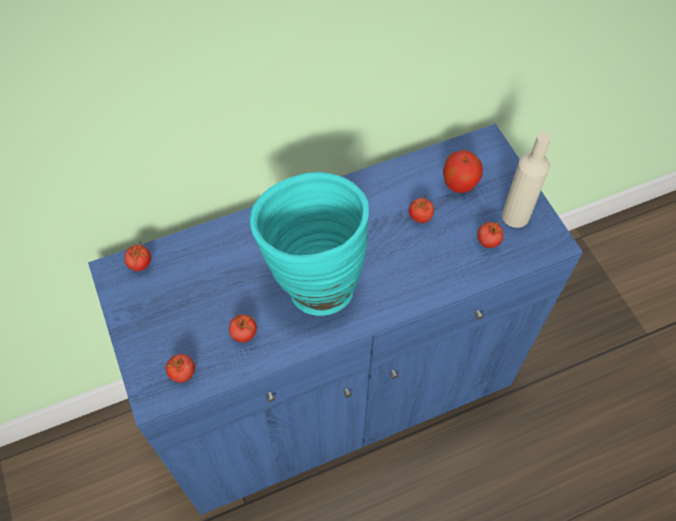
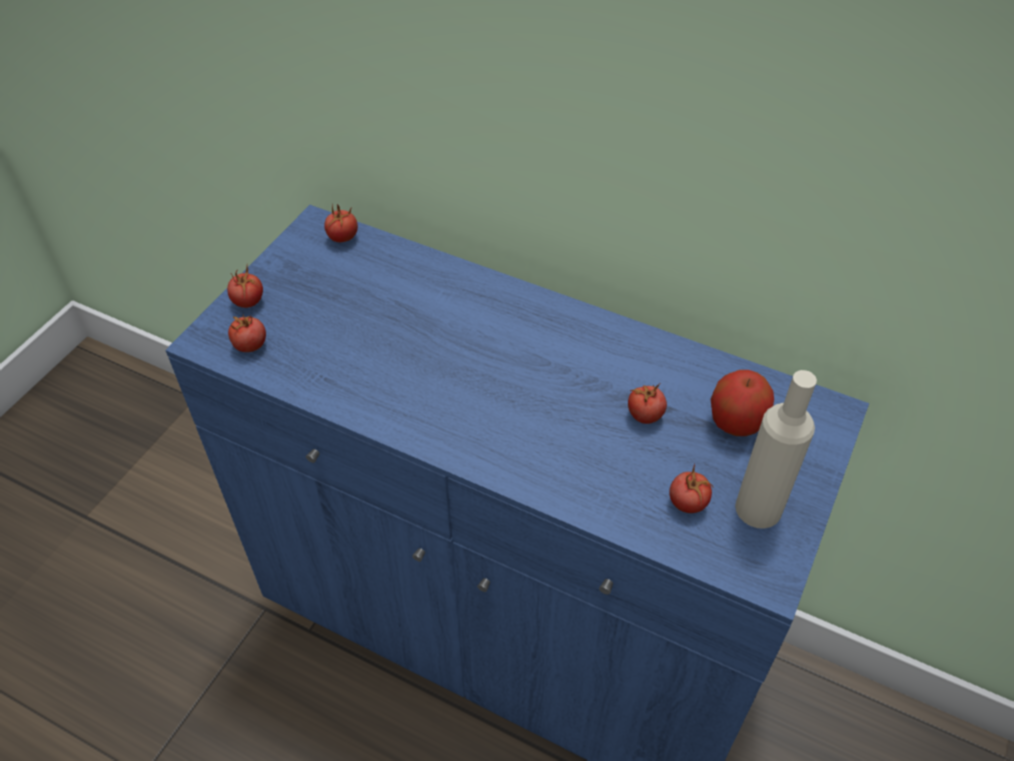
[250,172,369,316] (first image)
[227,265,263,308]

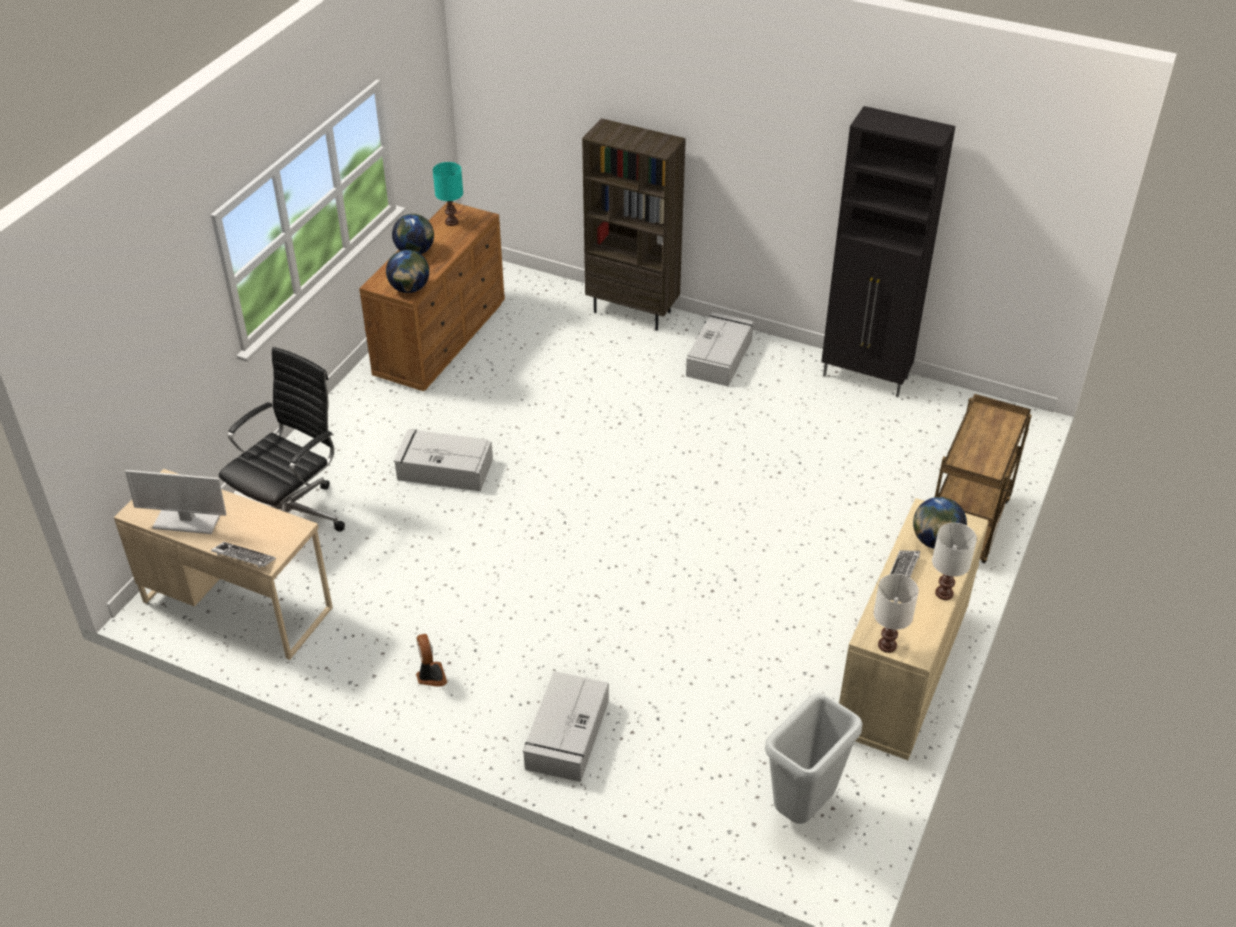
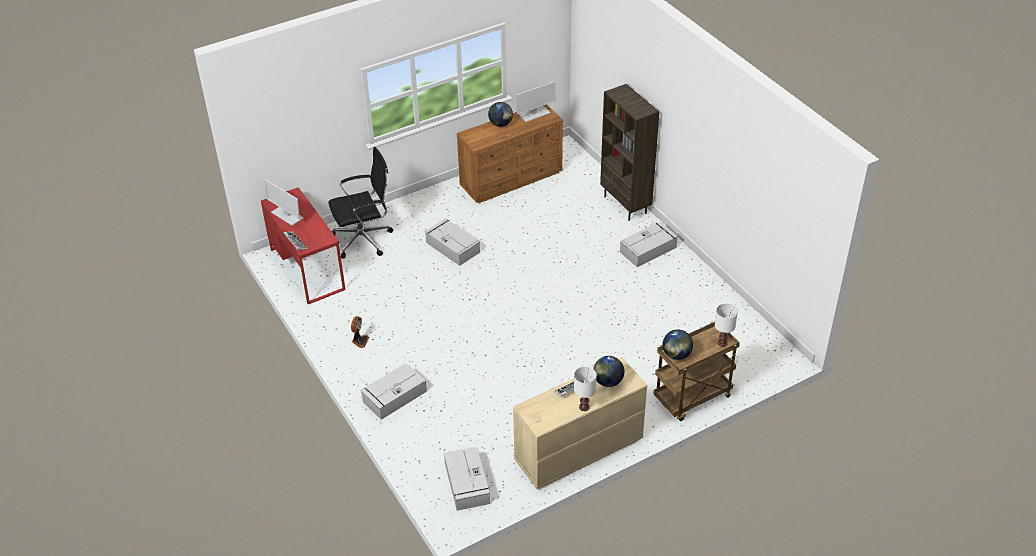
[821,106,955,397] (first image)
[516,81,556,122]
[663,329,693,360]
[261,187,346,304]
[715,304,738,347]
[444,447,490,511]

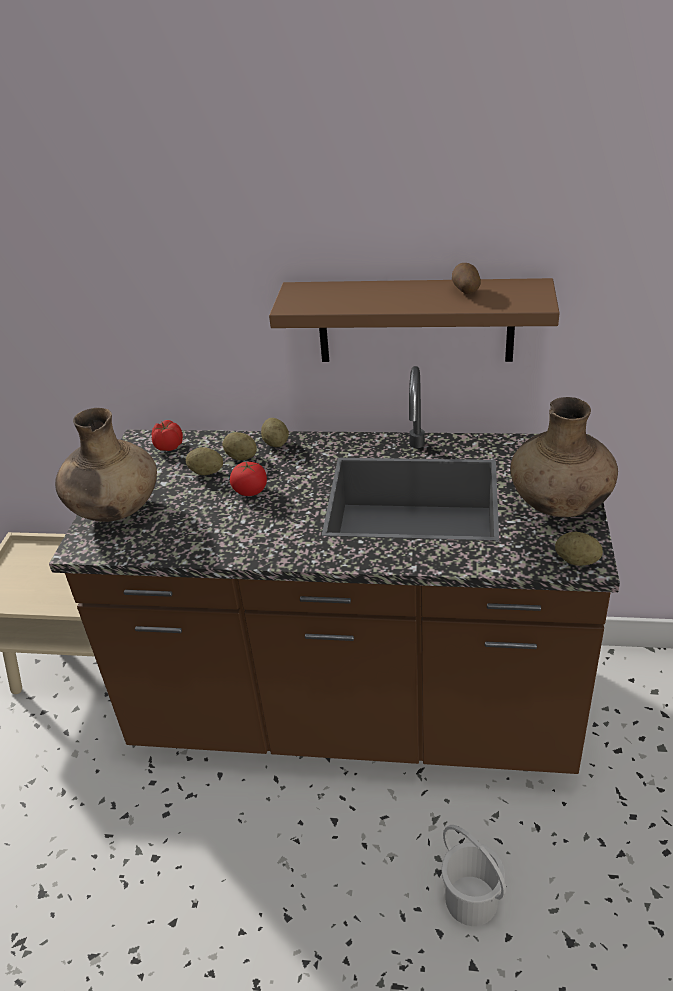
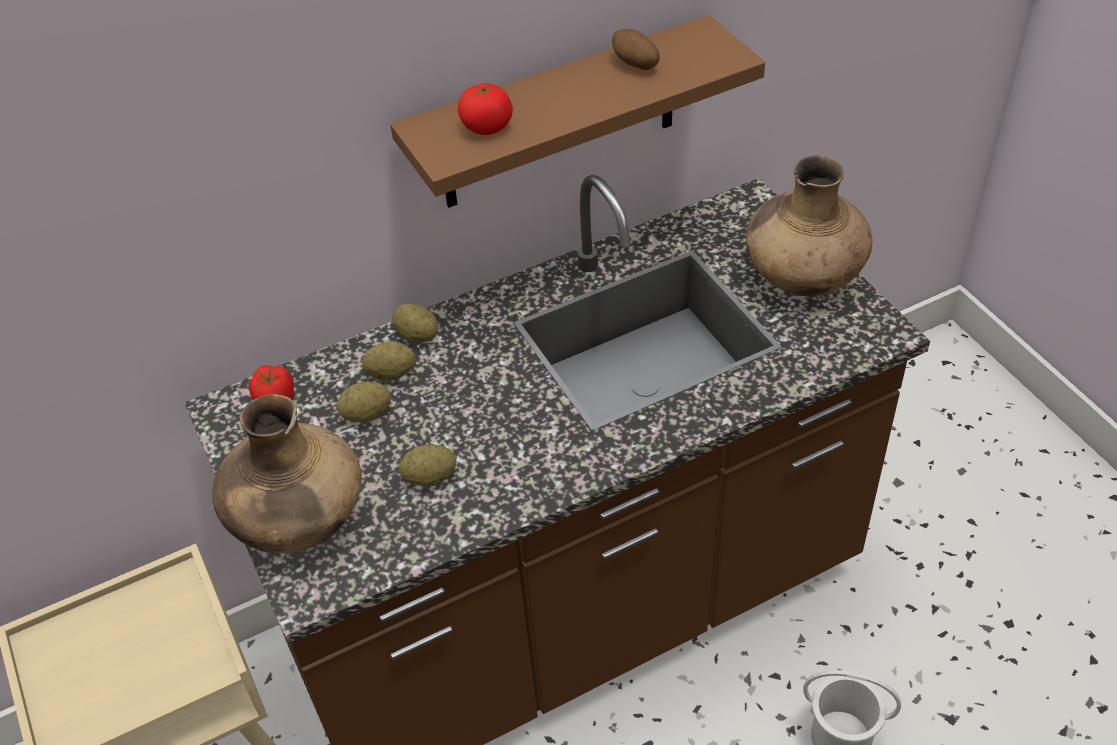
[458,83,513,135]
[399,444,457,487]

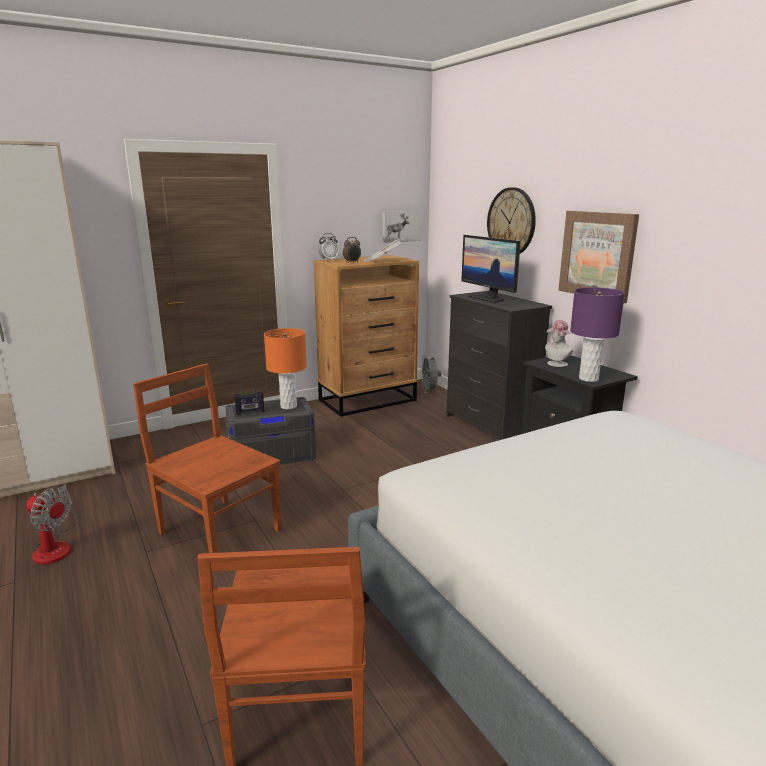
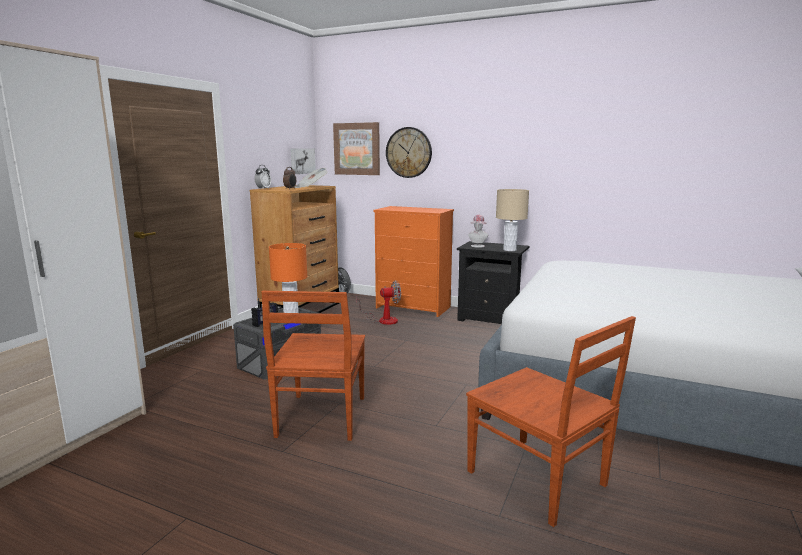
[333,122,380,175]
[461,235,521,303] (first image)
[496,189,529,251]
[374,206,454,317]
[261,291,365,441]
[356,281,401,325]

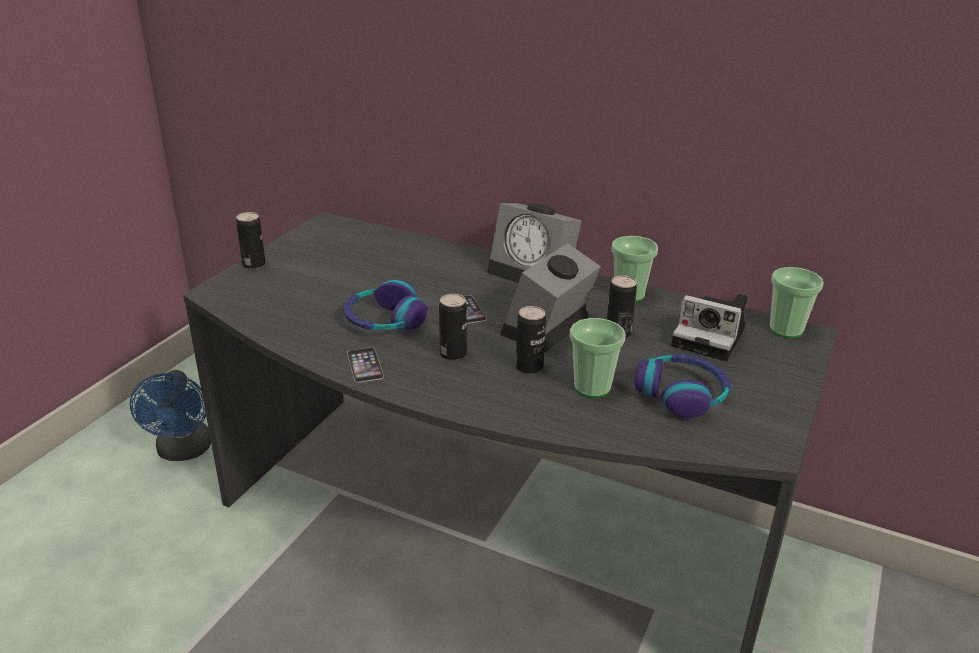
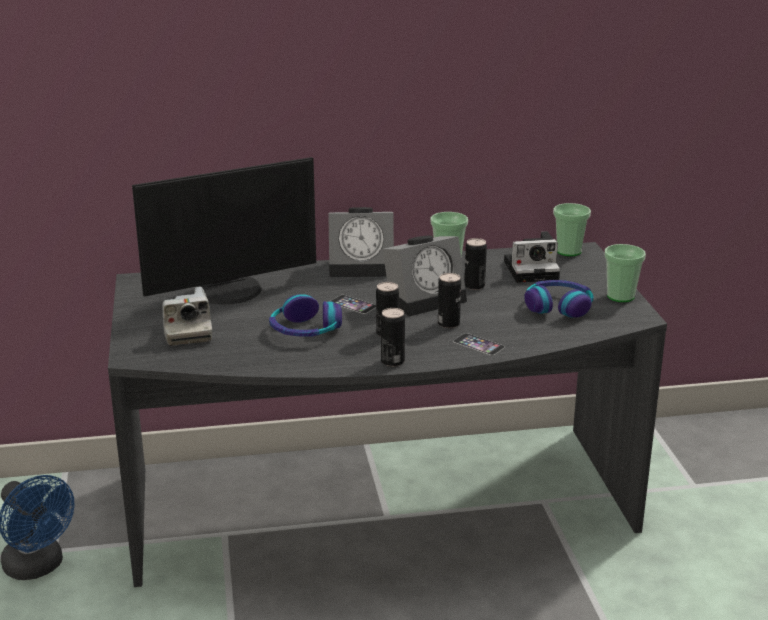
[381,308,405,367]
[383,235,467,317]
[605,244,646,302]
[453,333,505,355]
[132,157,316,304]
[162,287,212,346]

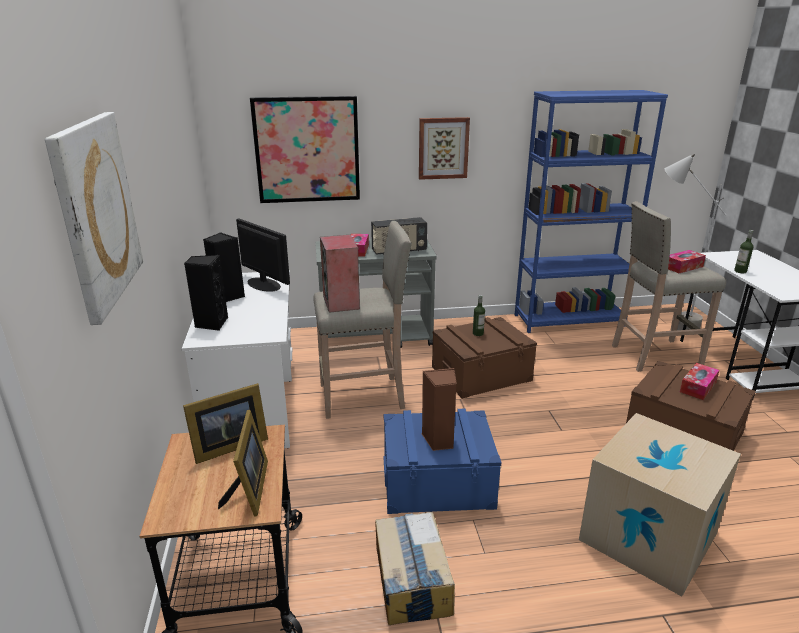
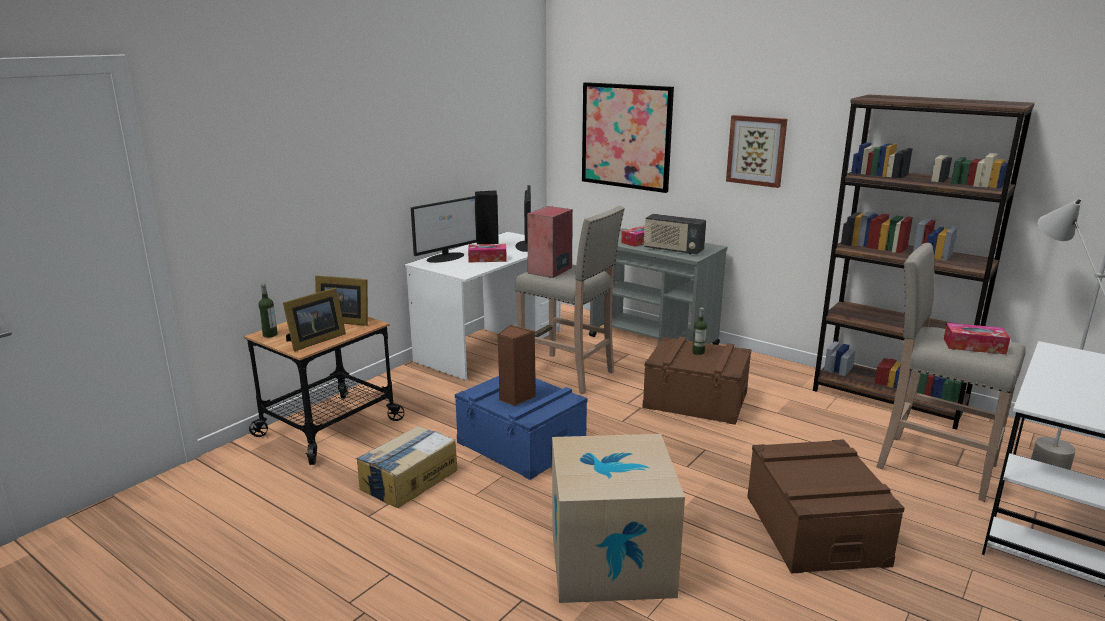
[813,95,1035,430]
[45,112,143,325] (first image)
[258,283,278,337]
[411,196,478,263]
[468,244,507,263]

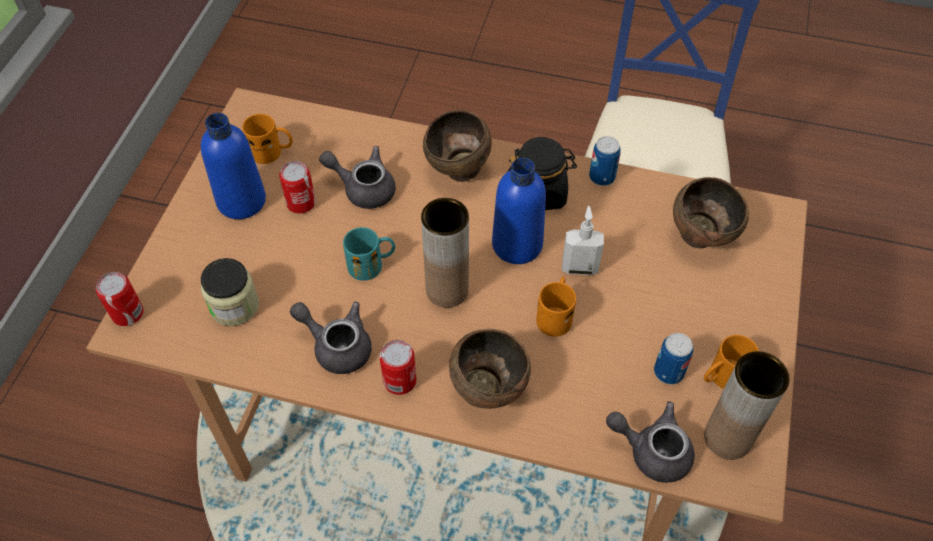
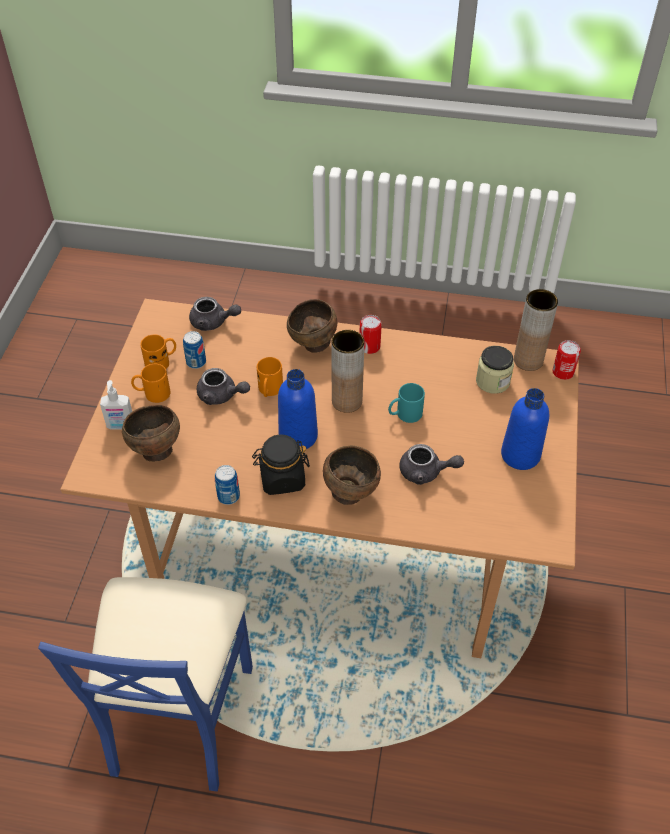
[131,364,170,403]
[279,161,316,214] (first image)
[100,380,132,430]
[197,368,250,405]
[514,289,558,371]

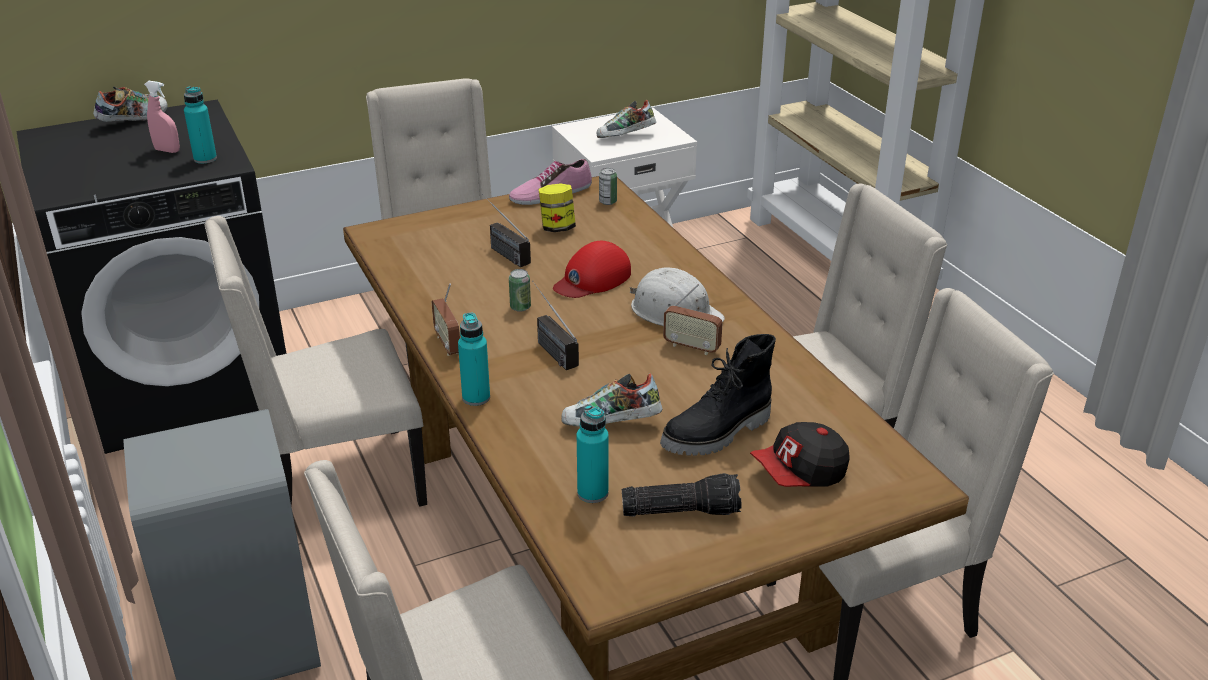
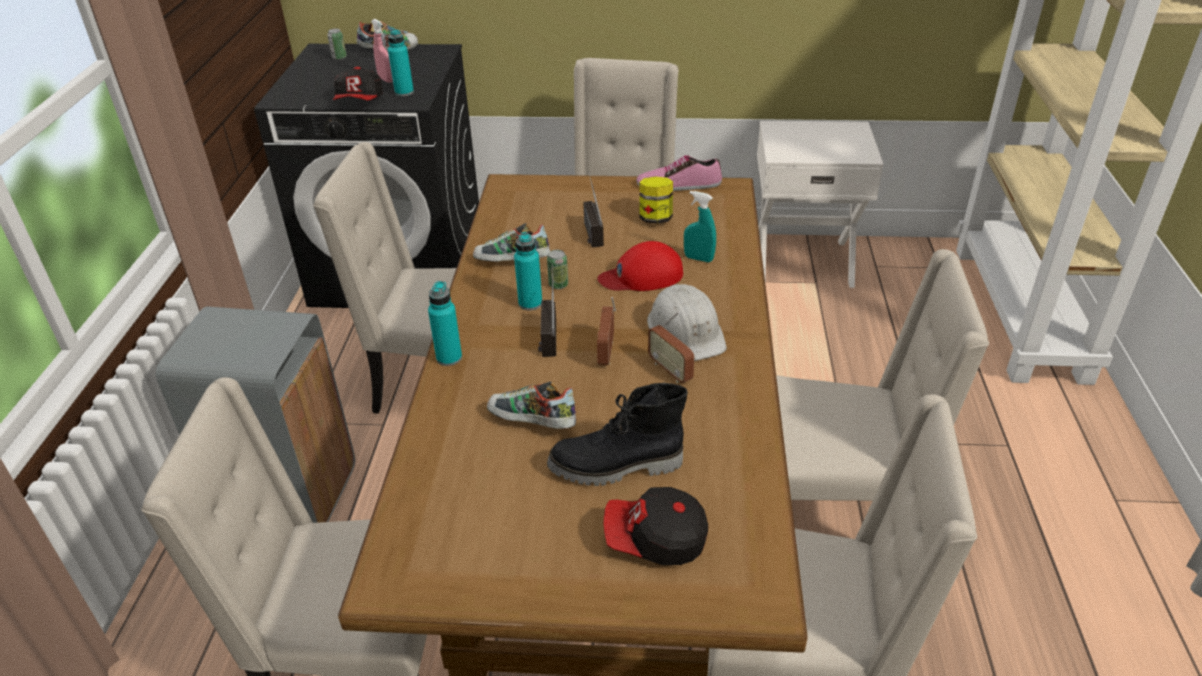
[473,223,550,262]
[327,29,347,60]
[597,297,616,365]
[514,232,542,310]
[622,473,741,517] (first image)
[333,67,382,100]
[684,191,716,262]

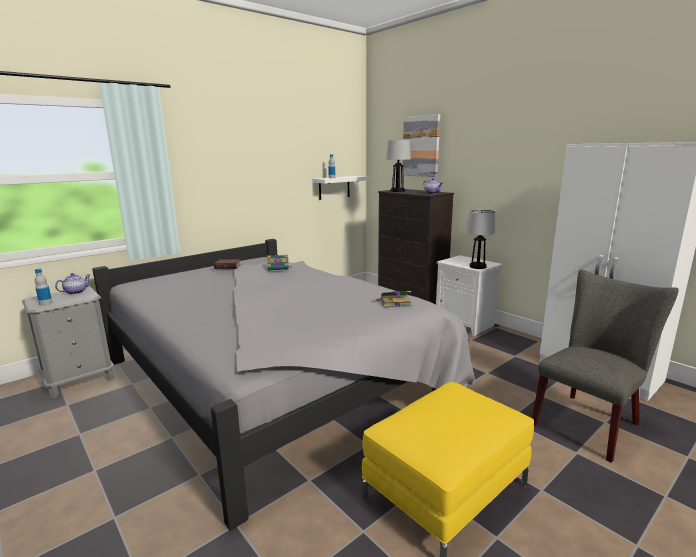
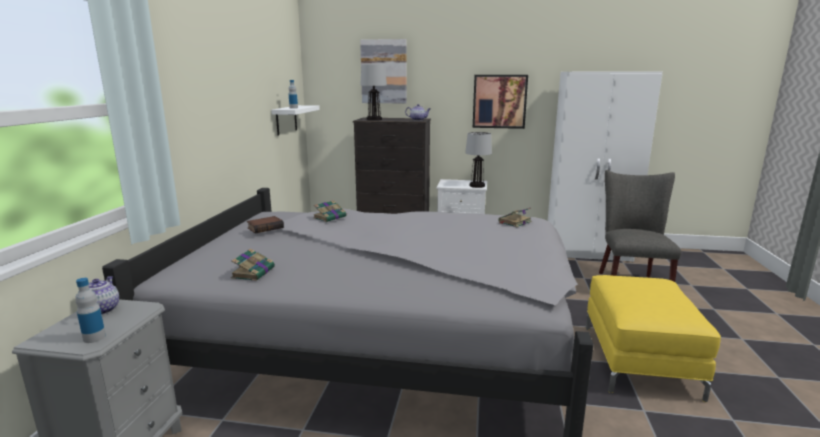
[473,75,528,129]
[231,248,275,281]

